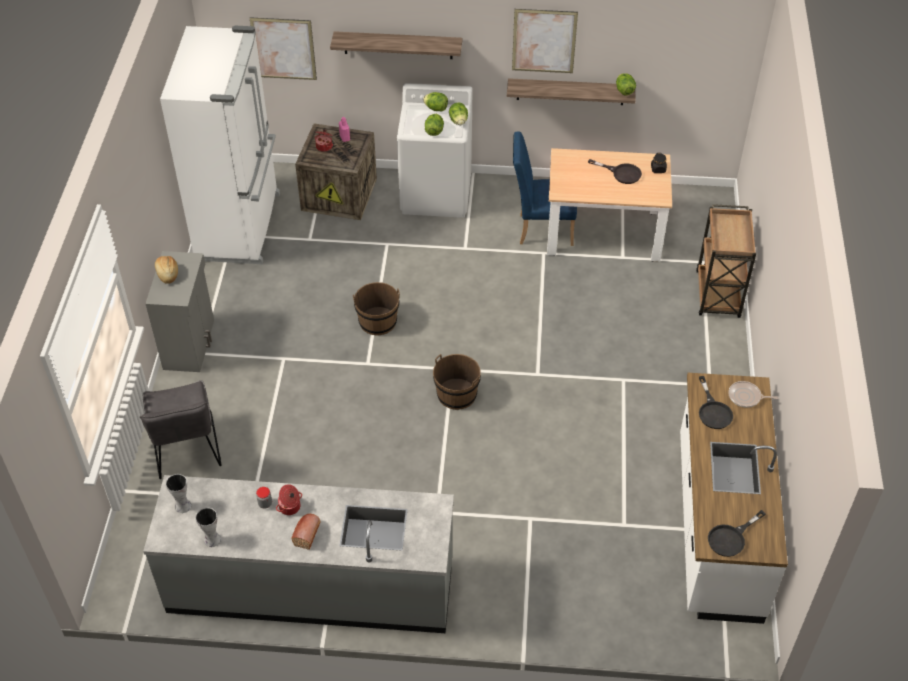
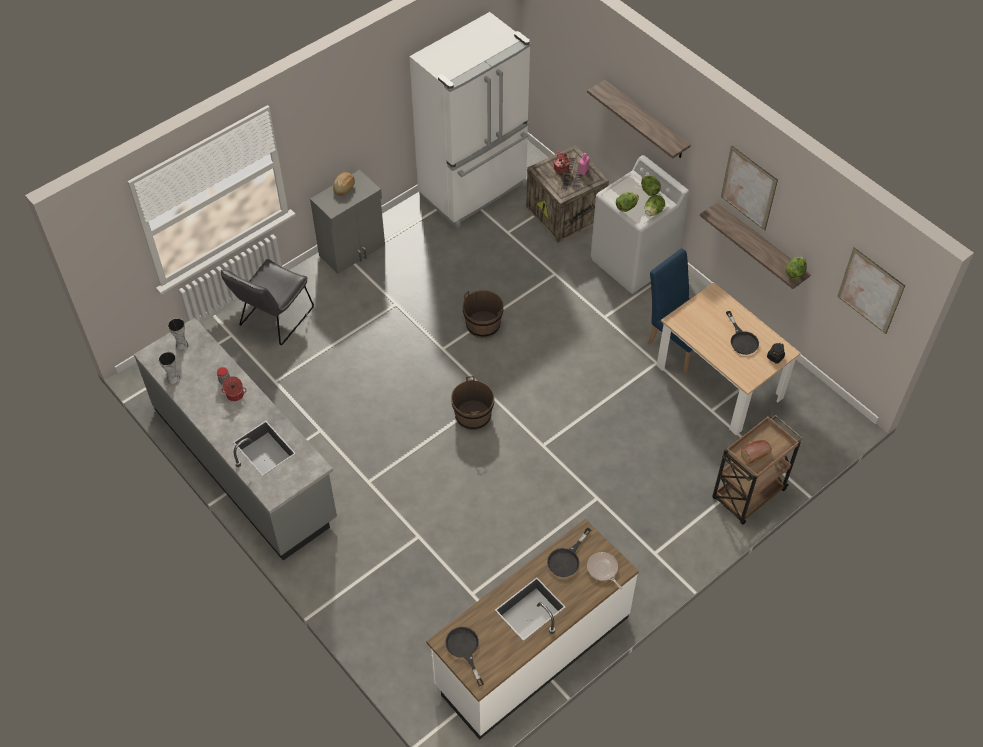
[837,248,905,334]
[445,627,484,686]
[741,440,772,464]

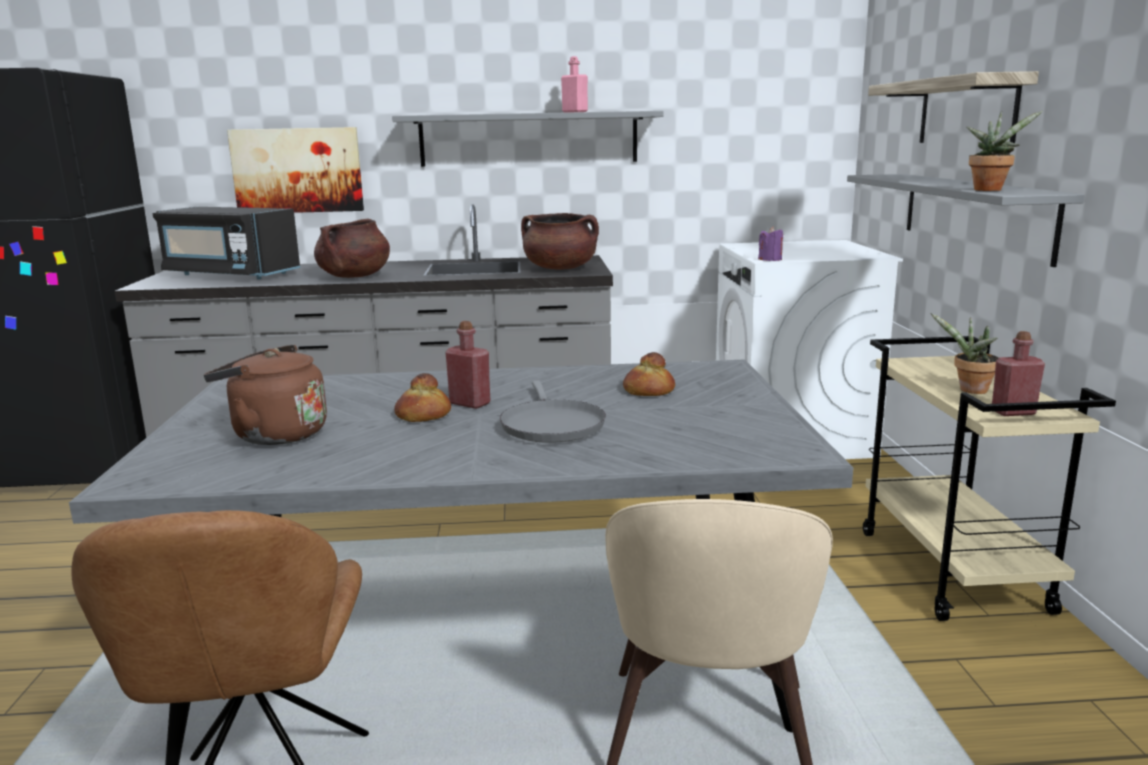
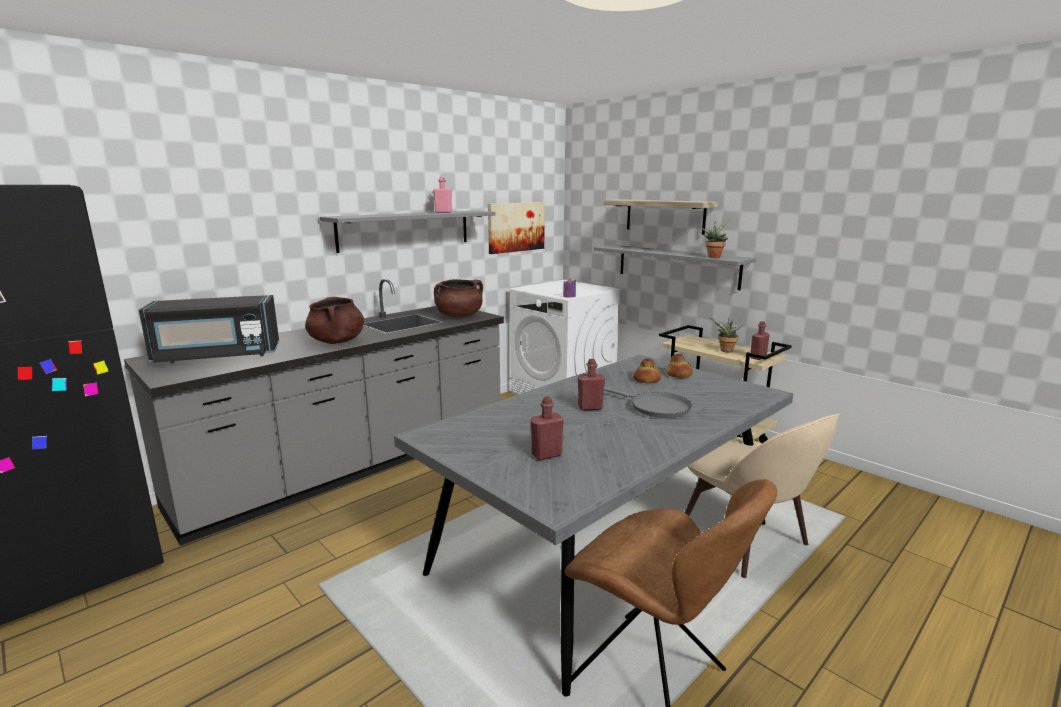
[488,202,545,254]
[531,397,564,460]
[666,354,693,378]

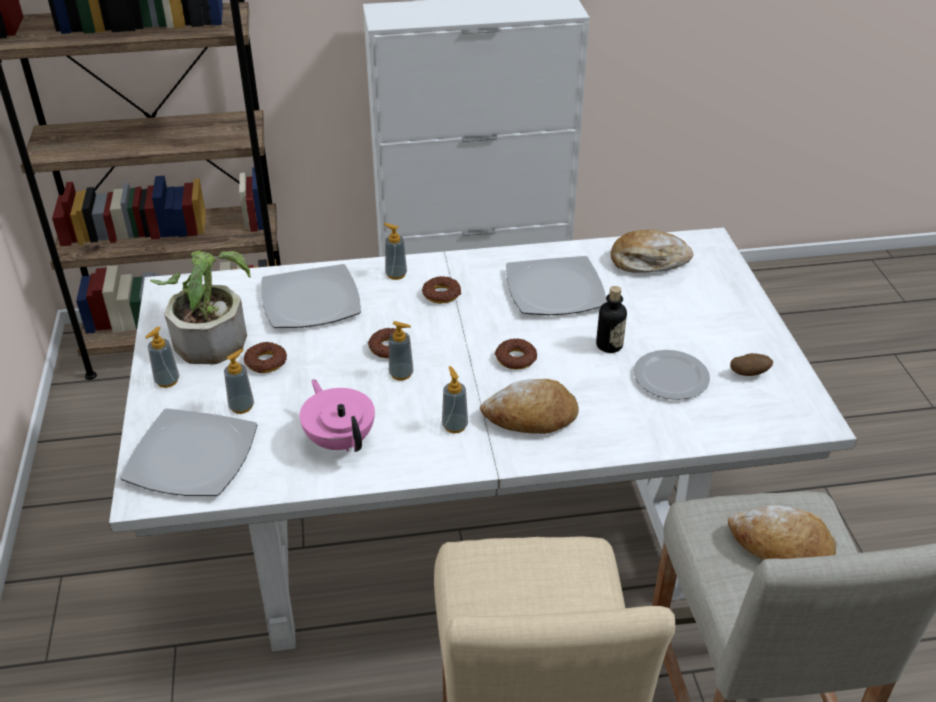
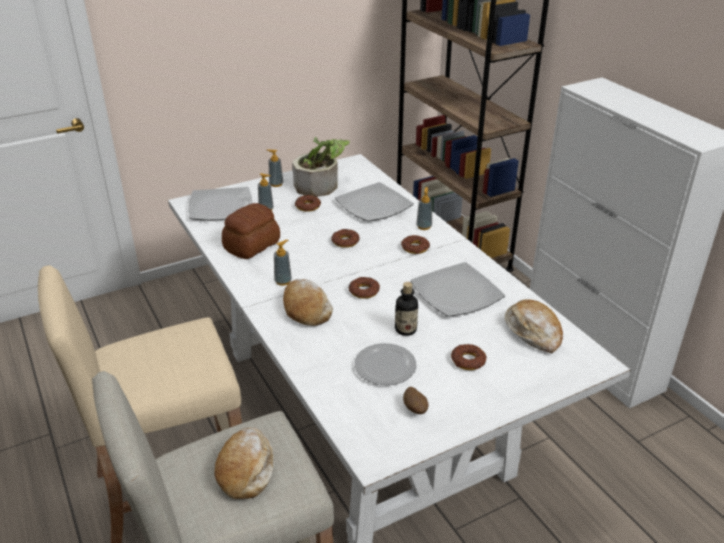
[389,321,414,381] (first image)
[222,203,280,259]
[451,344,487,370]

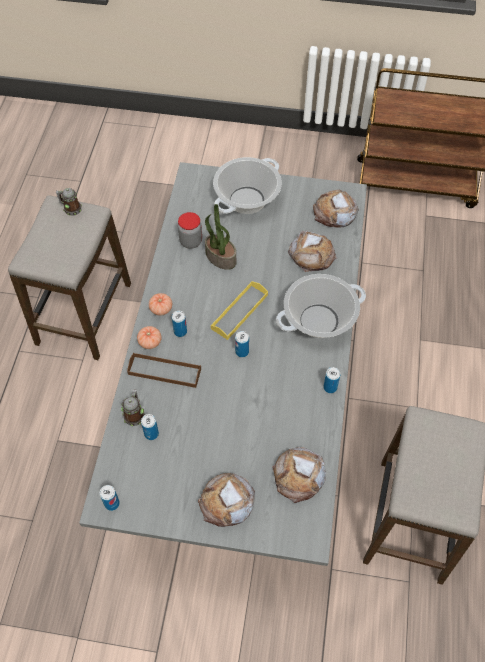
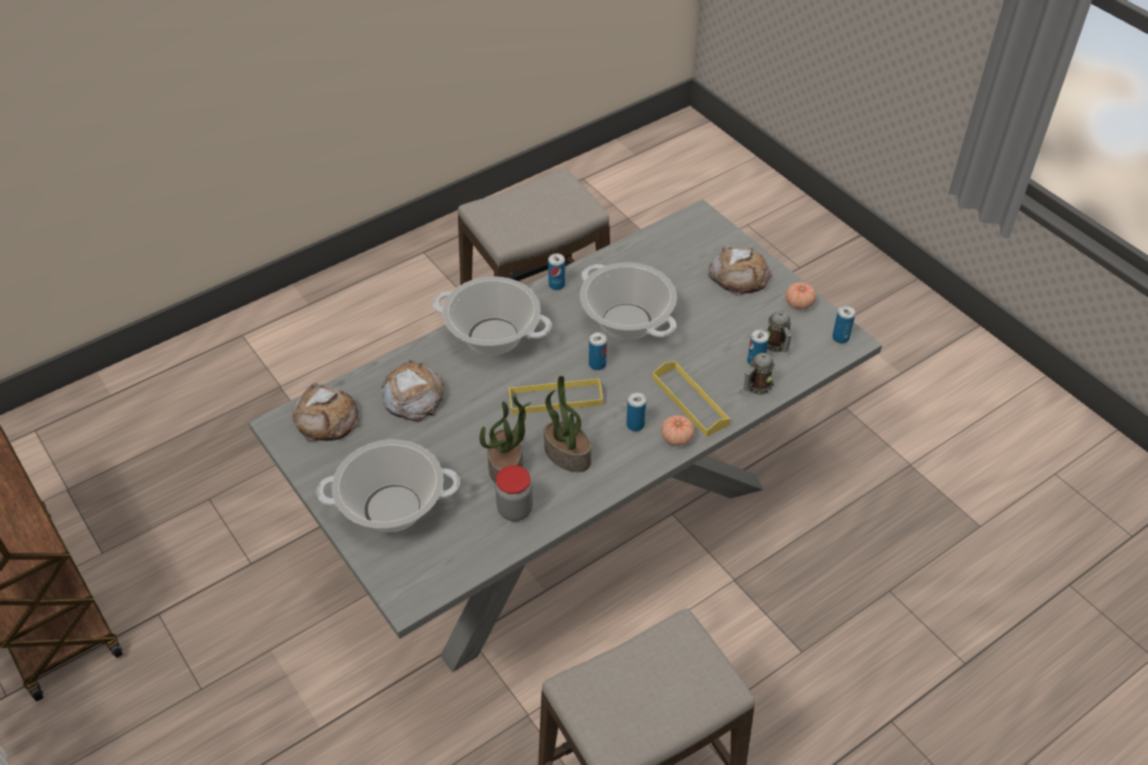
[766,311,792,352]
[785,282,816,309]
[653,361,731,437]
[272,447,326,503] (first image)
[580,262,677,340]
[544,376,592,472]

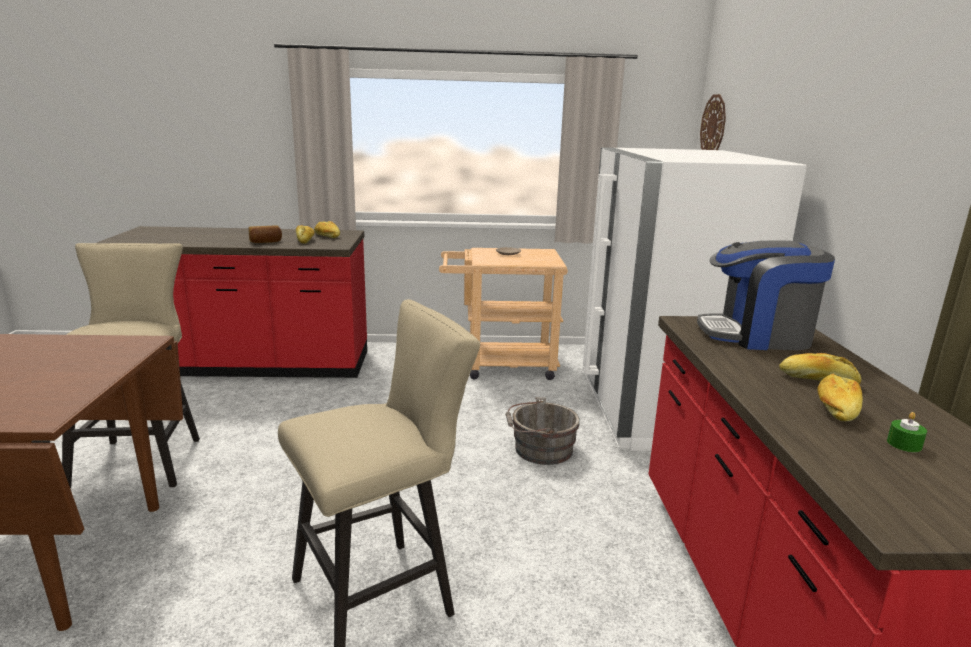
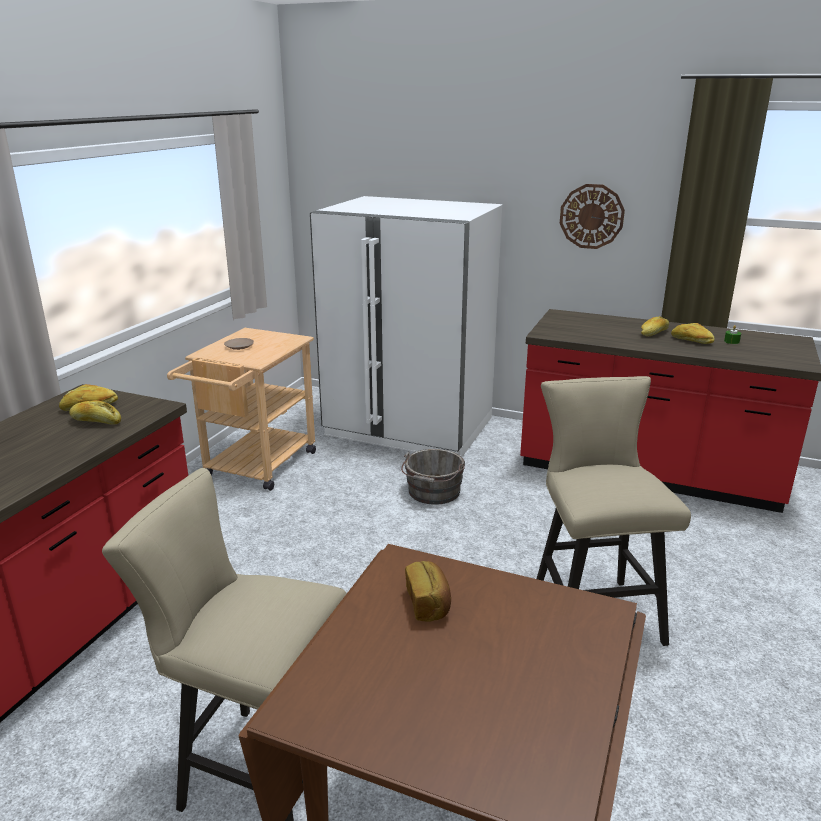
[560,184,625,249]
[405,561,451,621]
[697,240,835,350] (first image)

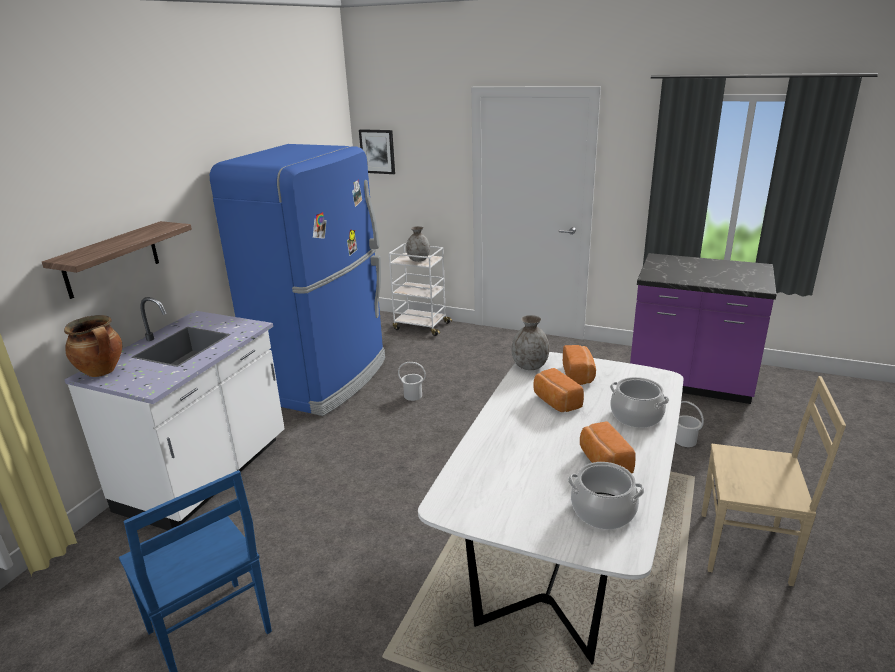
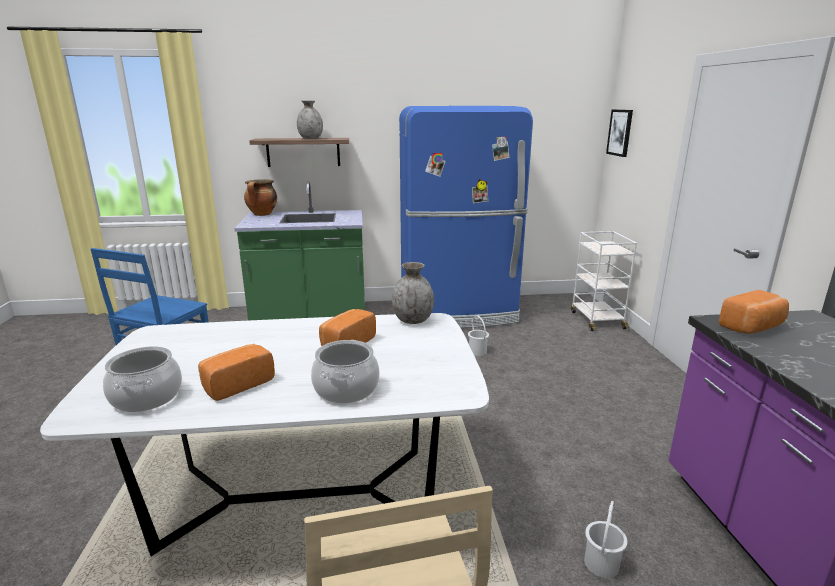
[297,101,323,139]
[234,181,365,321]
[719,290,789,334]

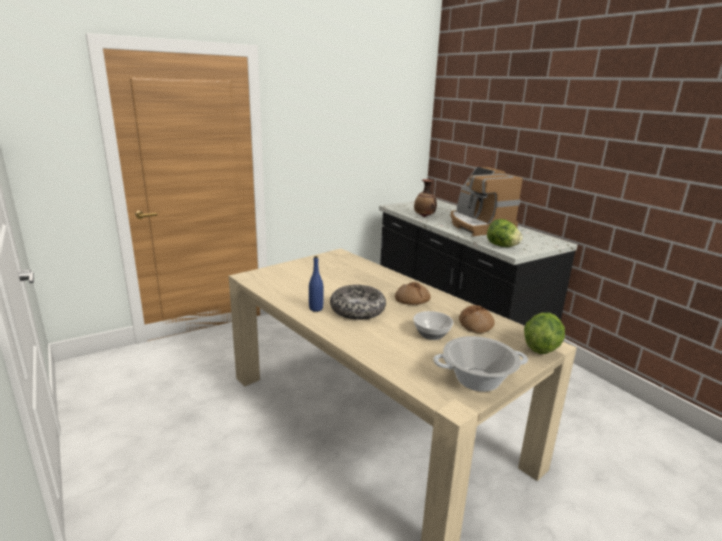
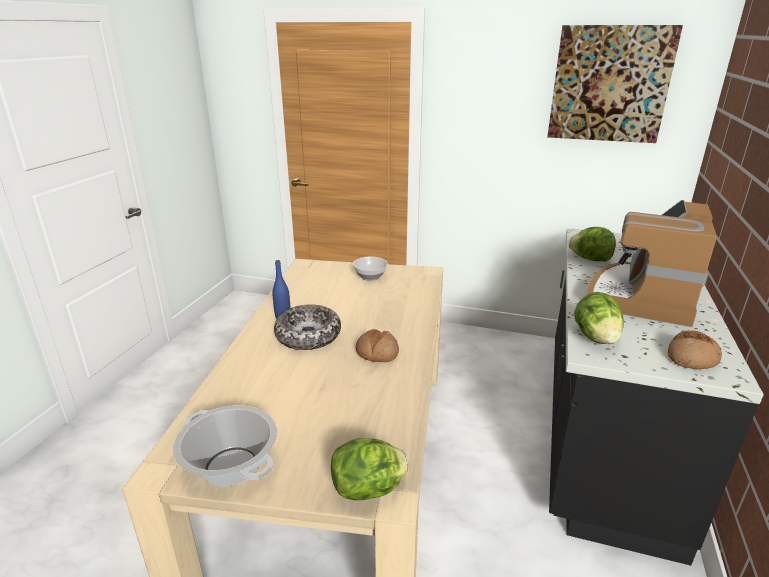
[569,227,616,262]
[668,330,722,369]
[353,257,388,281]
[547,25,683,143]

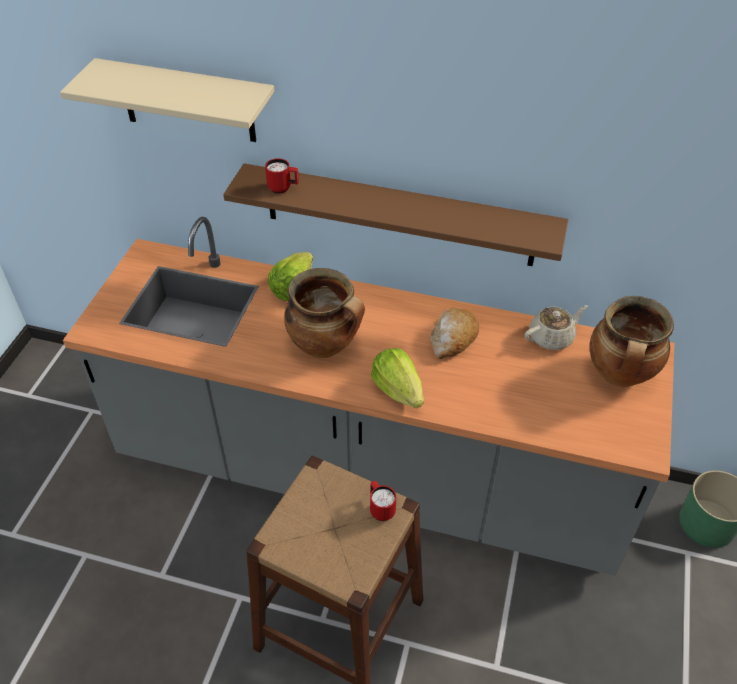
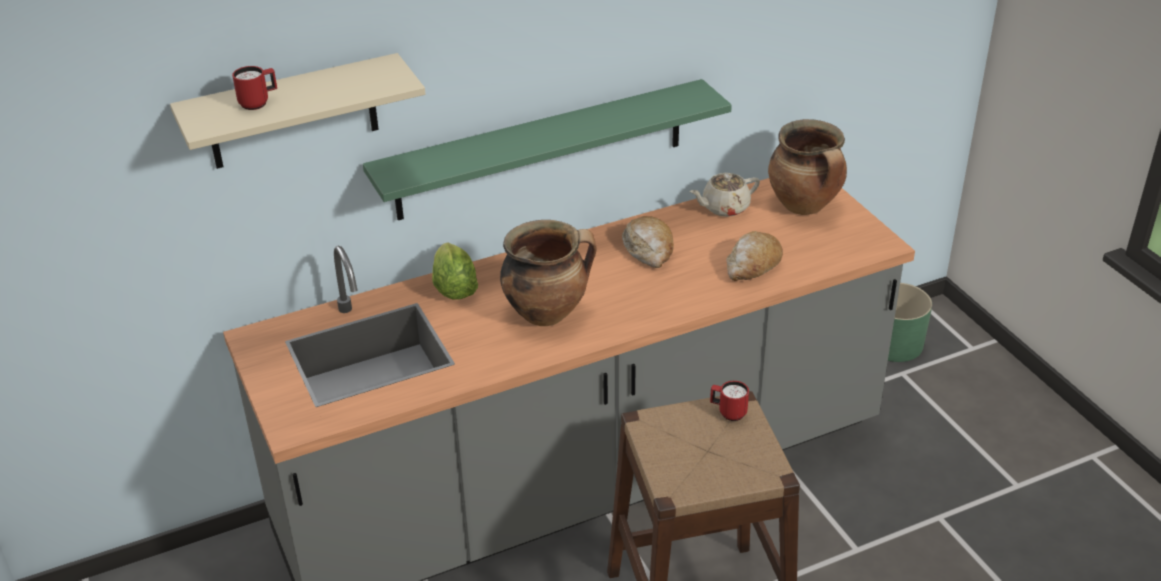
[232,66,277,110]
[363,79,732,220]
[690,173,760,217]
[371,348,424,408] (first image)
[726,231,783,281]

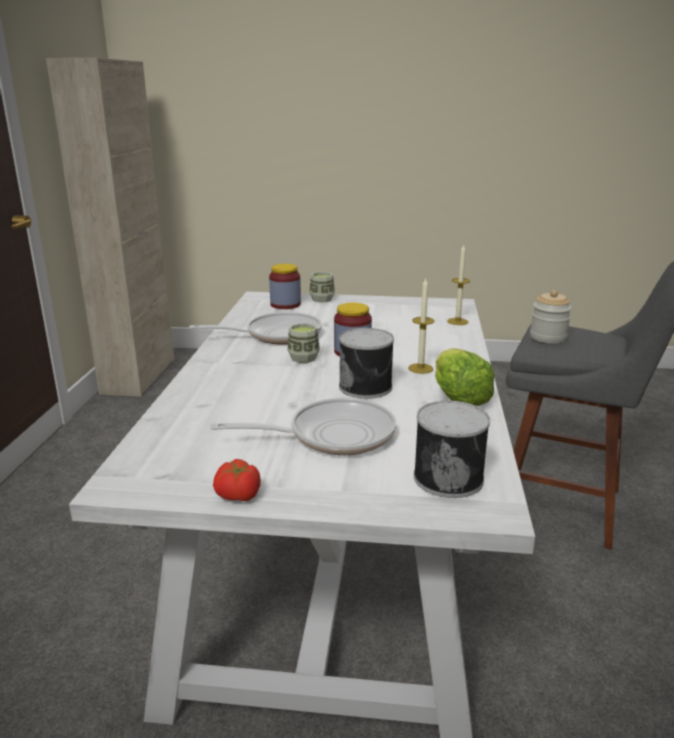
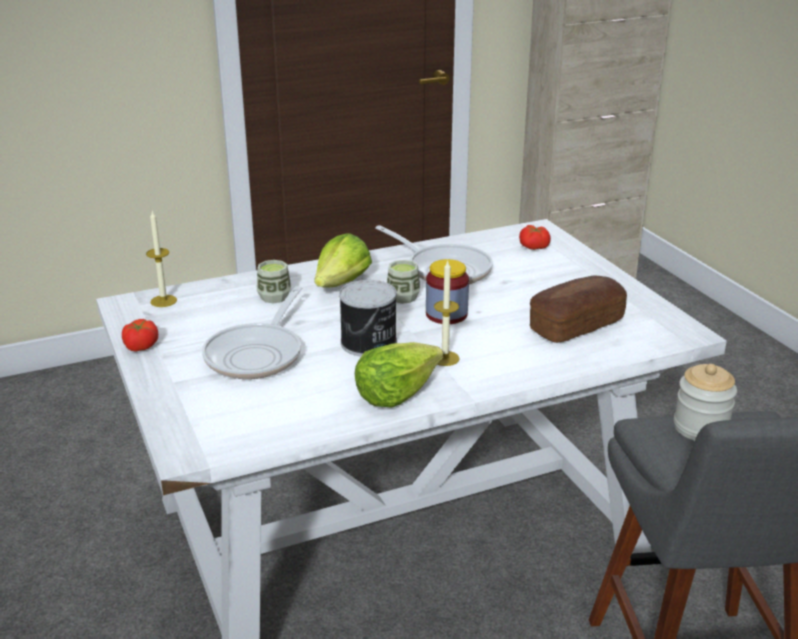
[146,211,177,307]
[519,225,551,250]
[257,260,291,303]
[202,286,302,379]
[414,401,490,498] (first image)
[314,234,372,288]
[530,275,627,343]

